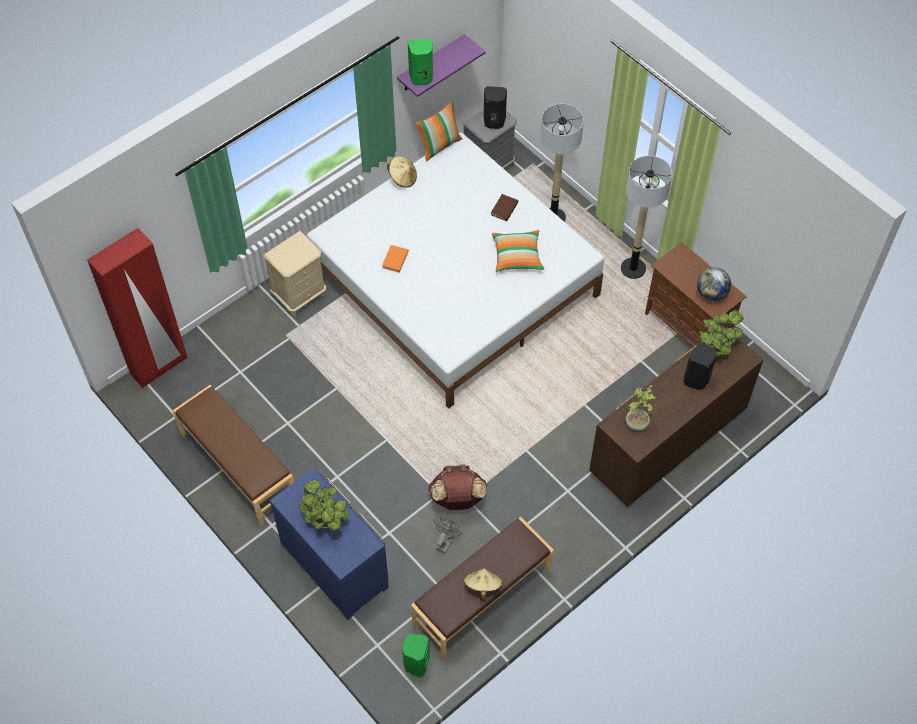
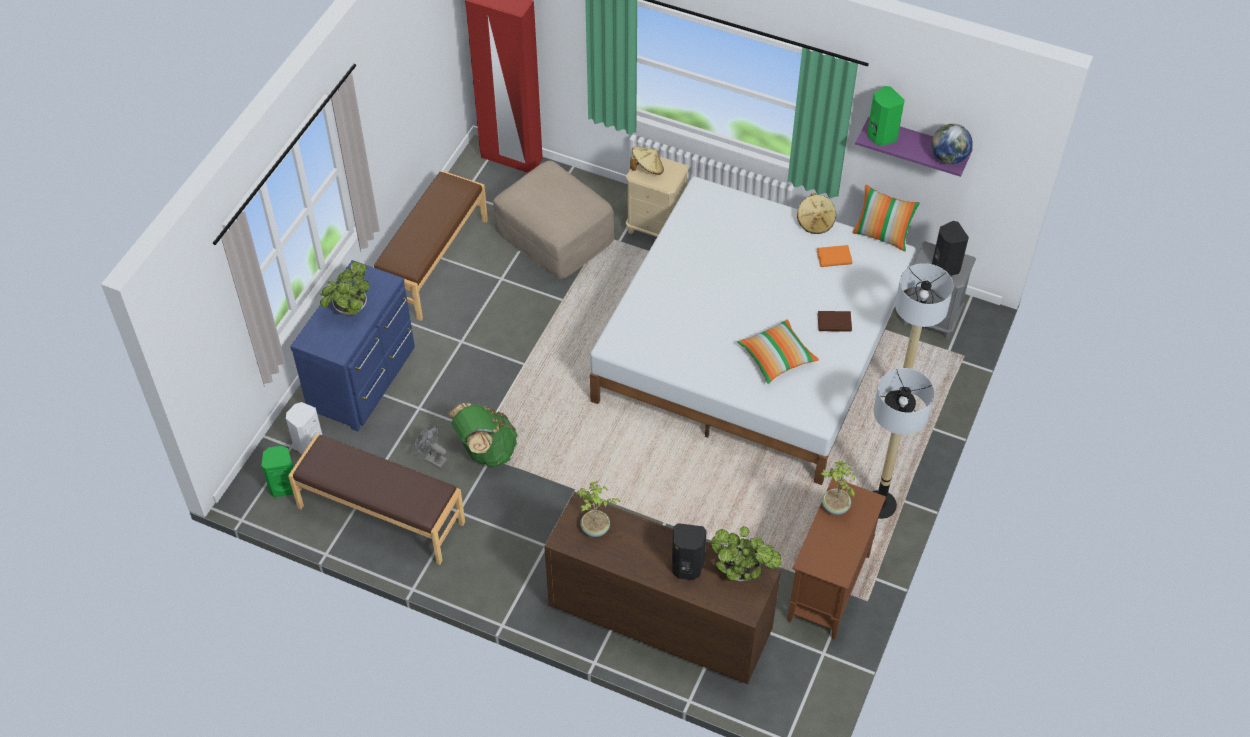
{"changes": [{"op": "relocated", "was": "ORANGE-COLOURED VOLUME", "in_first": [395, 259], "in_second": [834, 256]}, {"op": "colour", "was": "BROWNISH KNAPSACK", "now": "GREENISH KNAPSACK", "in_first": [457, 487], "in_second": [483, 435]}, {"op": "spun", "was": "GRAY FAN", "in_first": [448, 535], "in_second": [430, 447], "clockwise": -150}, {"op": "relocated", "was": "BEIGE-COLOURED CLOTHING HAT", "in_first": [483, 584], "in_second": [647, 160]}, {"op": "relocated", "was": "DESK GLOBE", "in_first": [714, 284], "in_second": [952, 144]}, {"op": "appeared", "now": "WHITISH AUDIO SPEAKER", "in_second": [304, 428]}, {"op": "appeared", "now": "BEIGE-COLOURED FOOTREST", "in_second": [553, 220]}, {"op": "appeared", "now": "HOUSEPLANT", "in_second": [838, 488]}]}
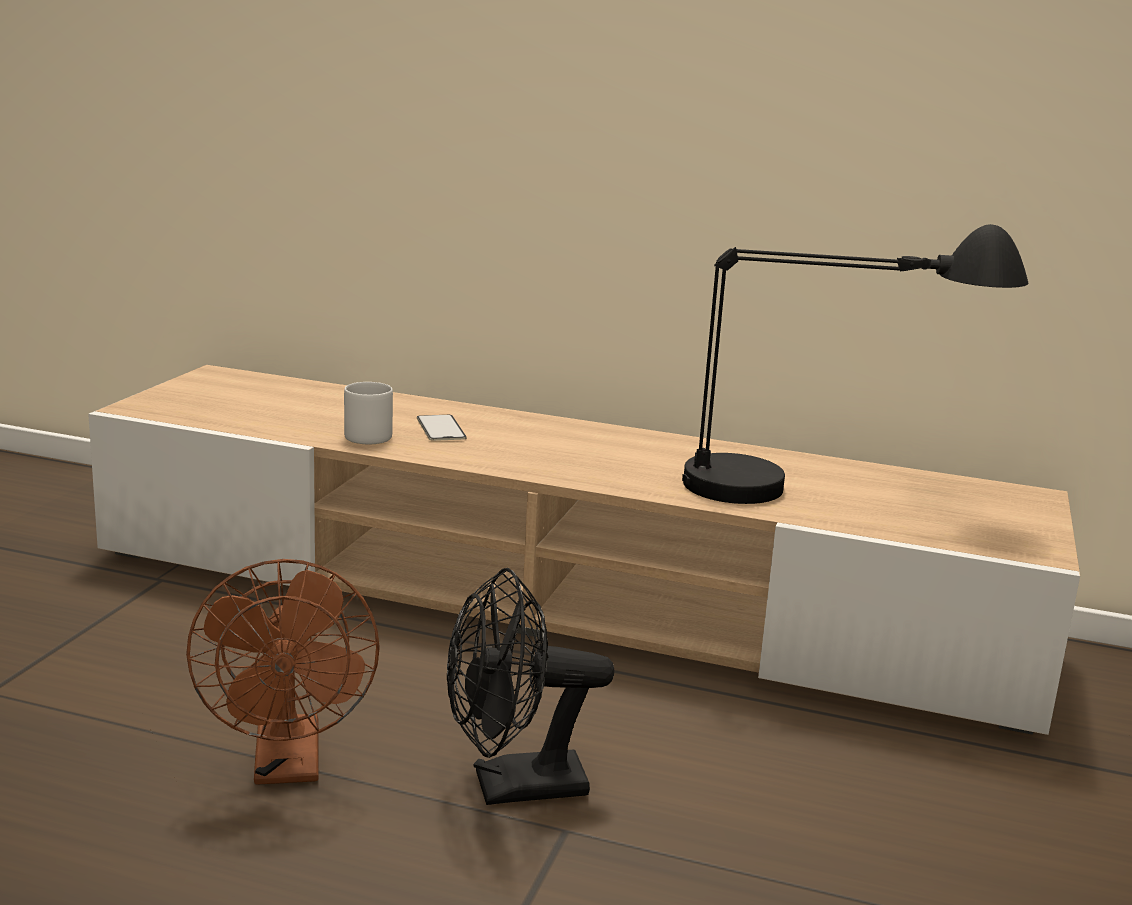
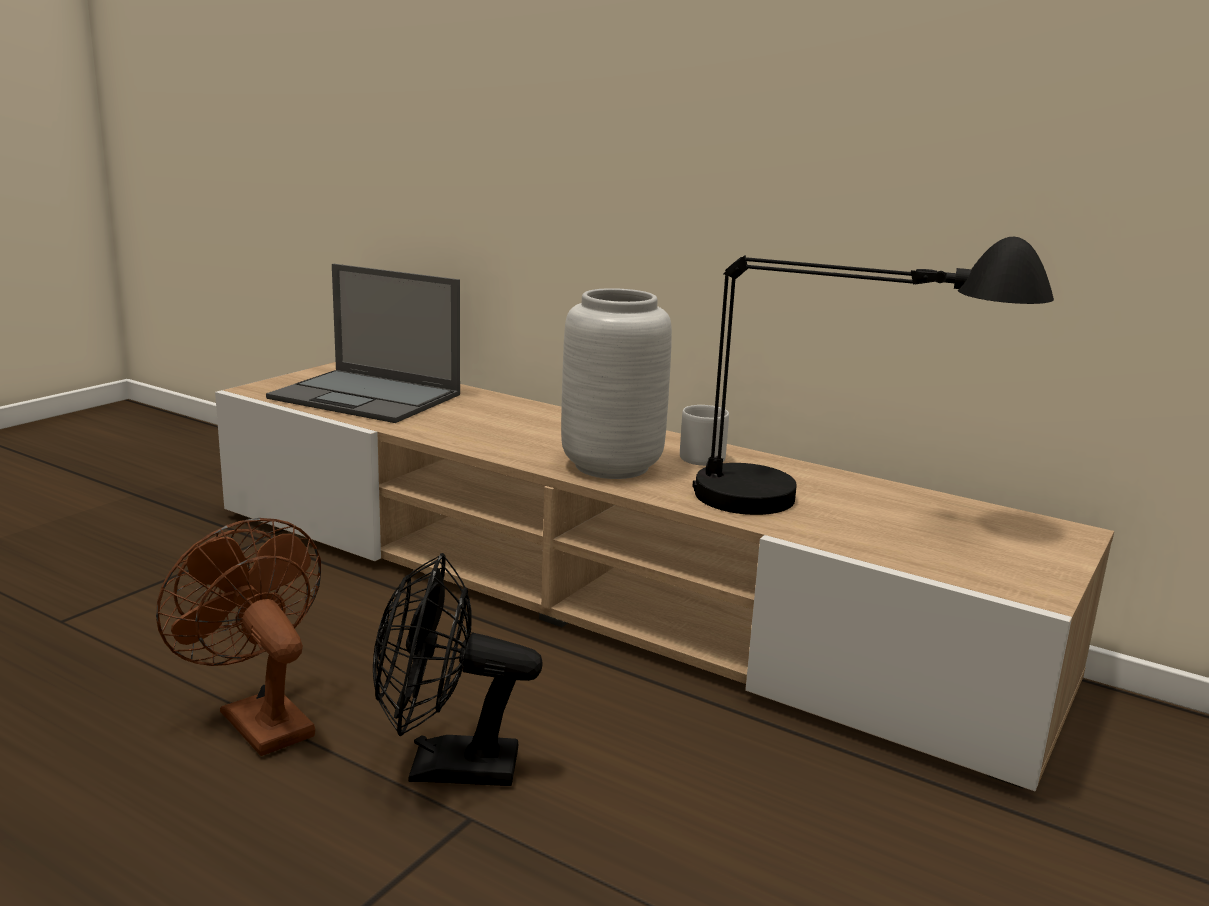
{"changes": [{"op": "spun", "was": "BROWNISH FAN", "in_first": [283, 671], "in_second": [238, 637], "clockwise": 135}, {"op": "relocated", "was": "GRAY TEA MUG", "in_first": [368, 413], "in_second": [704, 435]}, {"op": "missing", "was": "PHONE", "in_first": [441, 428]}, {"op": "appeared", "now": "NOTEBOOK COMPUTER", "in_second": [363, 343]}, {"op": "appeared", "now": "GRAY DECORATIVE VASE", "in_second": [616, 383]}]}
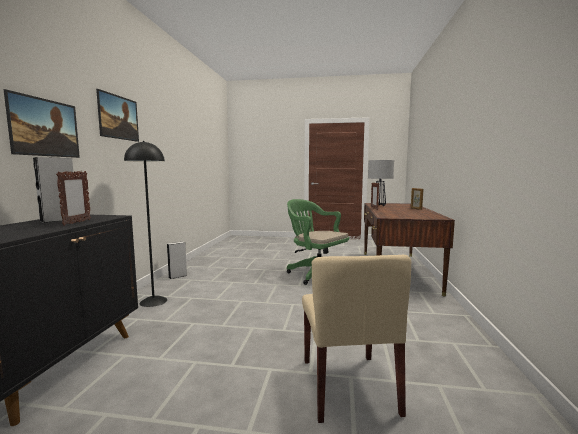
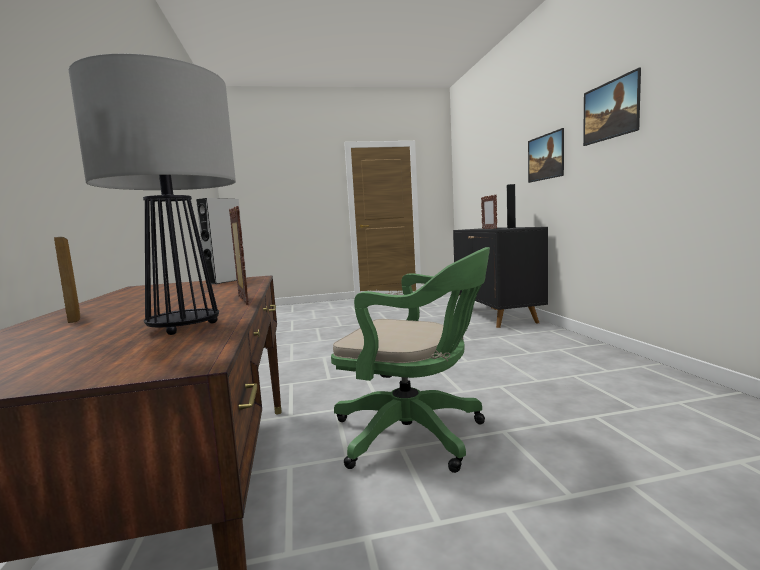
{"changes": [{"op": "missing", "was": "BLACK-COLOURED STANDARD LAMP", "in_first": [145, 224]}, {"op": "relocated", "was": "GRAY AUDIO SPEAKER", "in_first": [177, 260], "in_second": [222, 241]}, {"op": "missing", "was": "BEIGE-COLOURED PLAIN CHAIR", "in_first": [356, 339]}]}
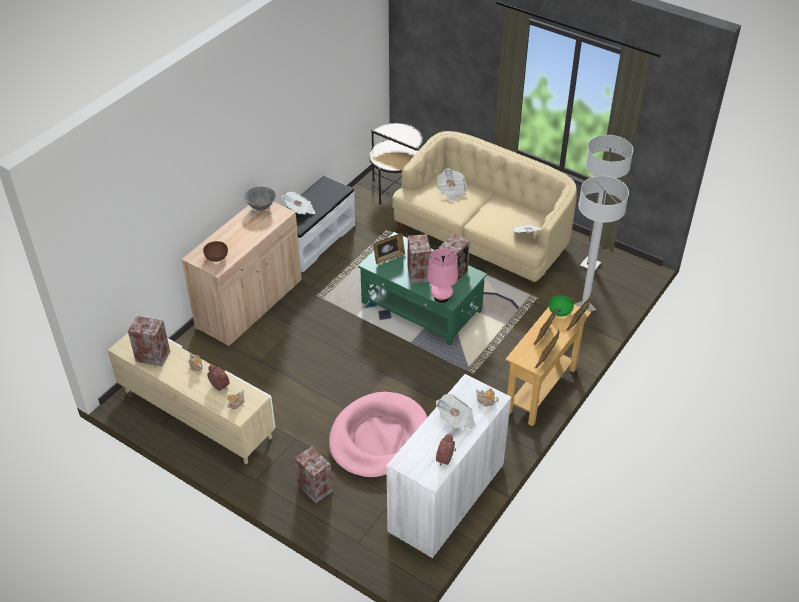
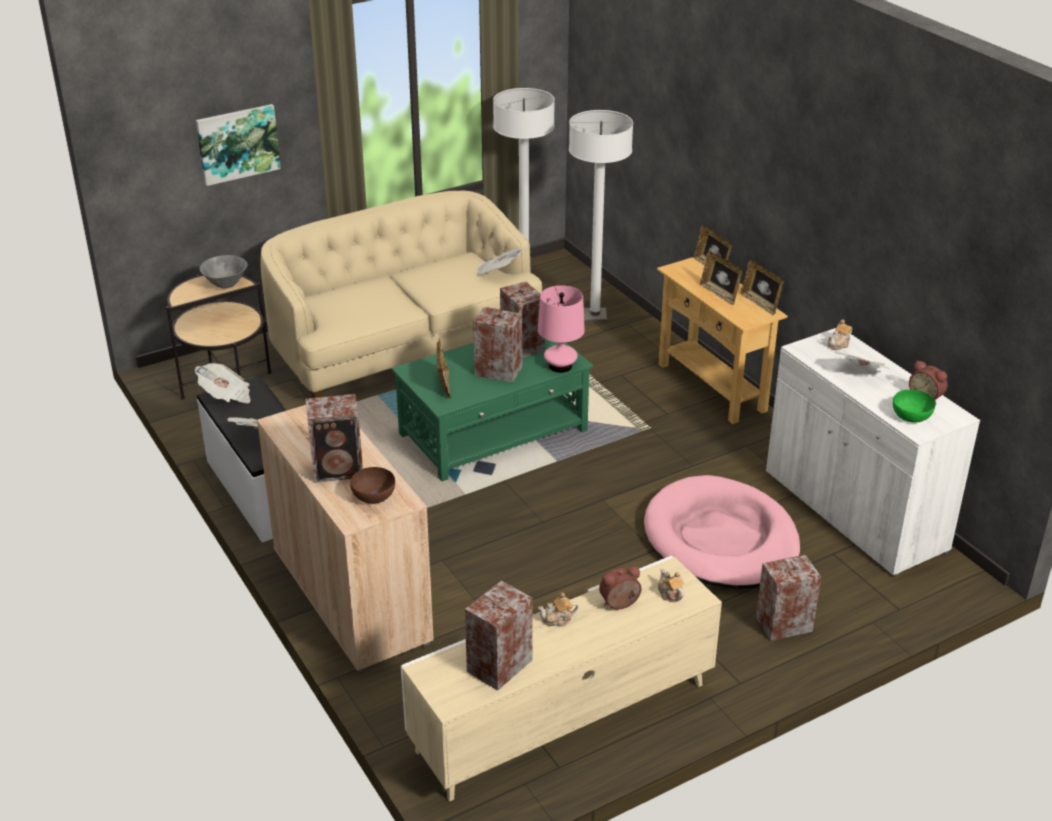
{"changes": [{"op": "relocated", "was": "GRAY DEEP DISH", "in_first": [260, 198], "in_second": [223, 272]}, {"op": "relocated", "was": "PRINTED PAPER", "in_first": [451, 185], "in_second": [222, 383]}, {"op": "relocated", "was": "GREENISH DEEP DISH", "in_first": [561, 306], "in_second": [914, 406]}, {"op": "appeared", "now": "WALL PICTURE", "in_second": [238, 145]}, {"op": "appeared", "now": "AUDIO SPEAKER", "in_second": [334, 438]}]}
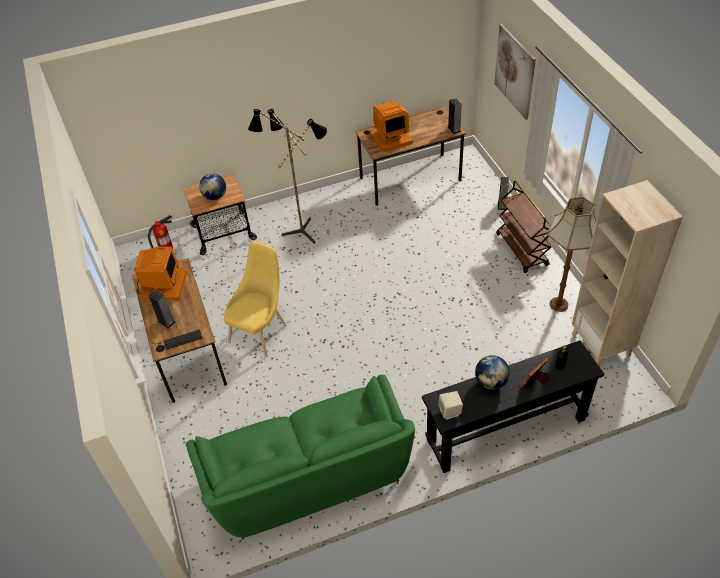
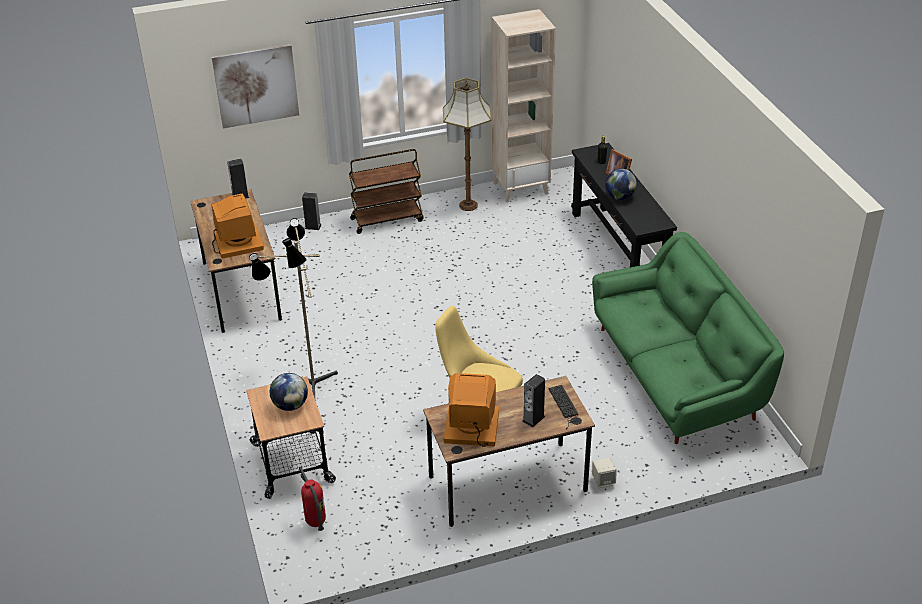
{"changes": [{"op": "relocated", "was": "BEIGE-COLOURED AUDIO SPEAKER", "in_first": [450, 405], "in_second": [604, 472]}]}
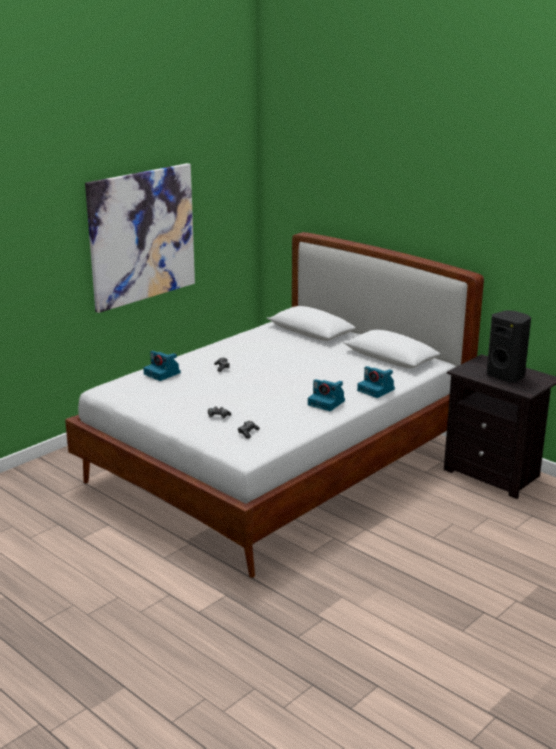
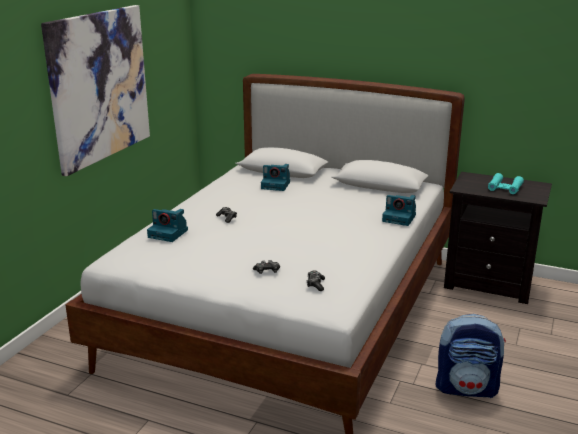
{"changes": [{"op": "relocated", "was": "STILL CAMERA", "in_first": [326, 395], "in_second": [275, 177]}, {"op": "exchanged", "was": "BLACK-COLOURED AUDIO SPEAKER", "now": "BLUE-GREEN FIELD GLASSES", "in_first": [509, 346], "in_second": [506, 183]}, {"op": "appeared", "now": "KNAPSACK", "in_second": [471, 356]}]}
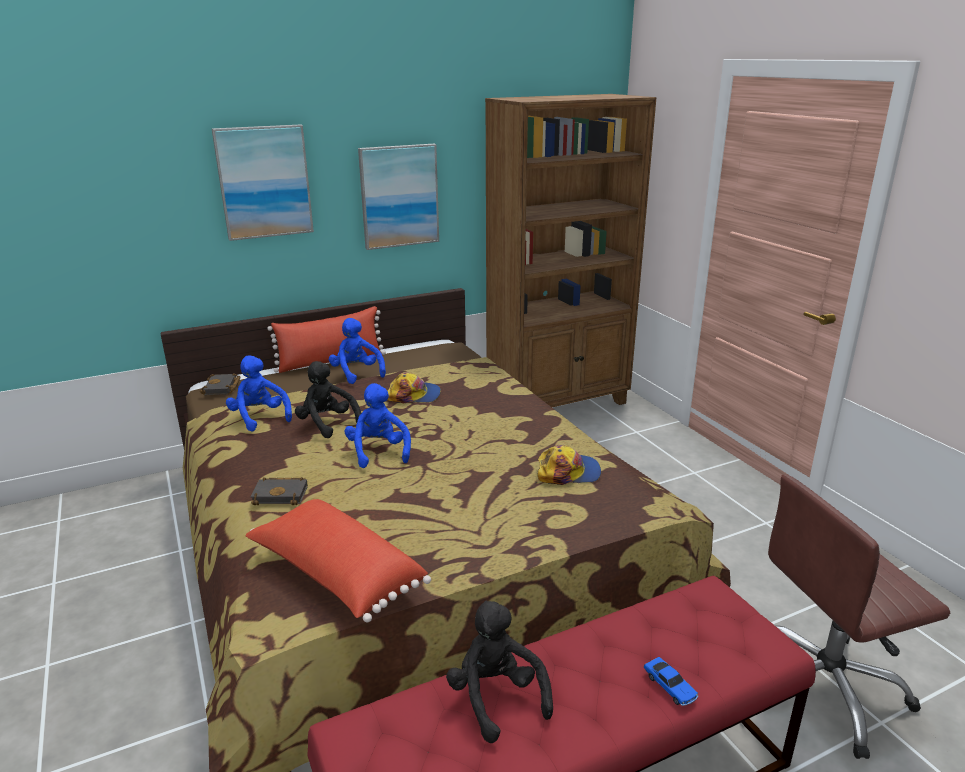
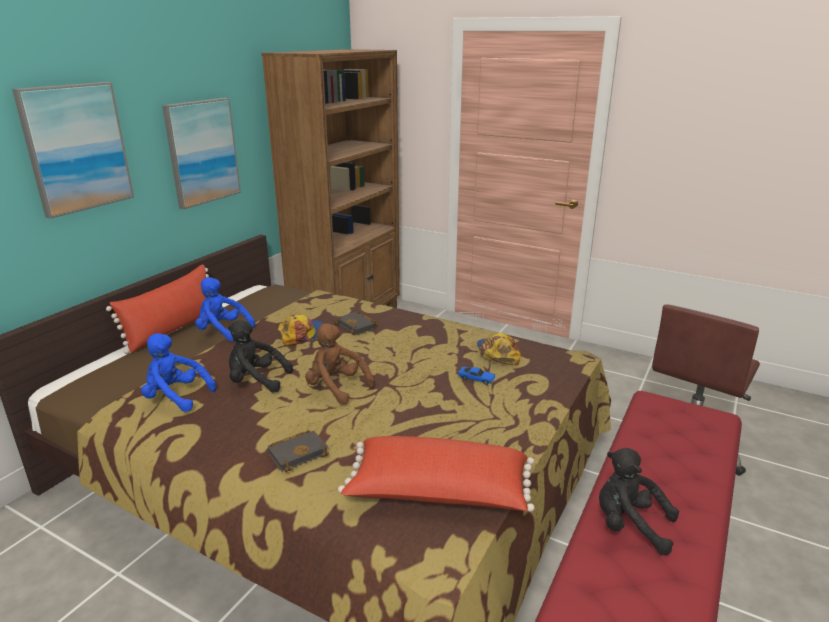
{"changes": [{"op": "relocated", "was": "BLACK-COLOURED VOLUME", "in_first": [220, 384], "in_second": [356, 323]}, {"op": "colour", "was": "BLUE-COLOURED CUDDLY TOY", "now": "BROWNISH CUDDLY TOY", "in_first": [378, 425], "in_second": [340, 364]}, {"op": "spun", "was": "CAP", "in_first": [569, 465], "in_second": [499, 349], "clockwise": -60}, {"op": "relocated", "was": "MODEL CAR", "in_first": [671, 681], "in_second": [476, 376]}]}
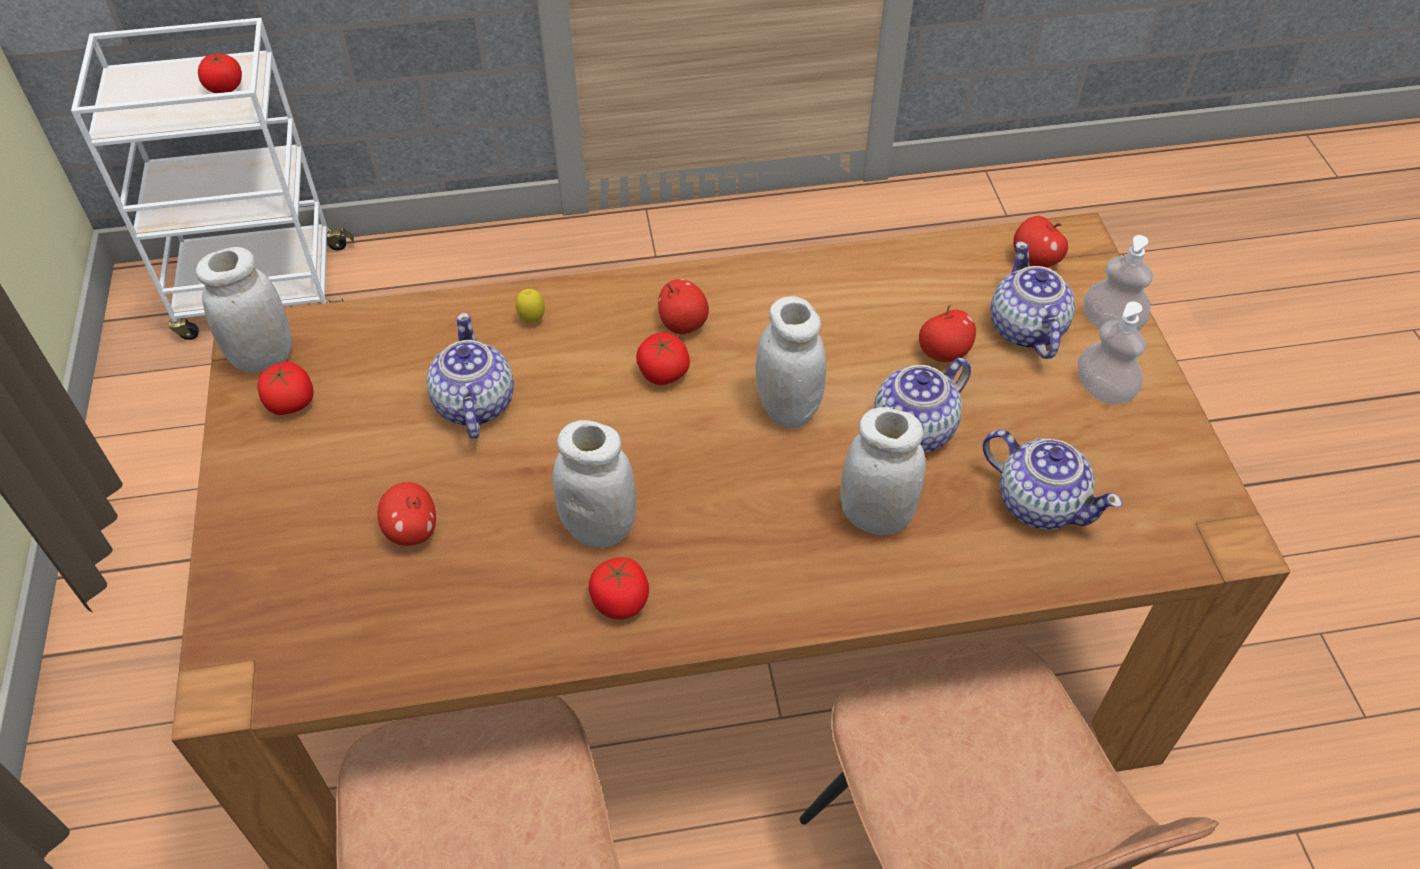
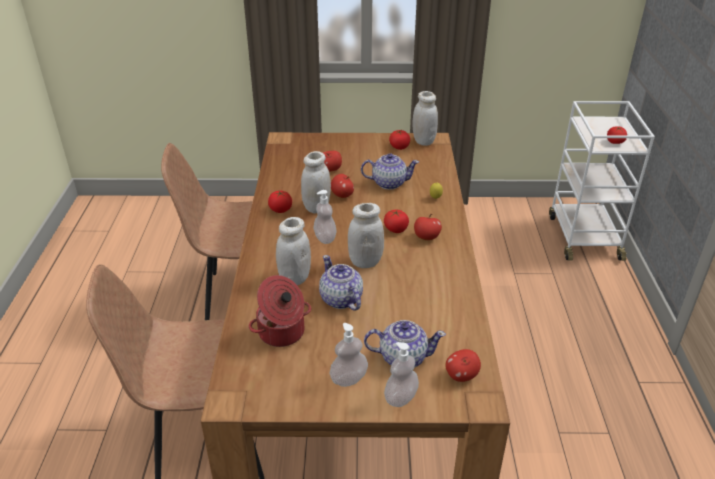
{"changes": [{"op": "relocated", "was": "APPLE FRUIT", "in_first": [947, 333], "in_second": [342, 186]}, {"op": "exchanged", "was": "TEA POT", "now": "COOKING POT", "in_first": [1052, 480], "in_second": [280, 311]}, {"op": "appeared", "now": "LIQUID SOAP BOTTLE", "in_second": [325, 217]}]}
